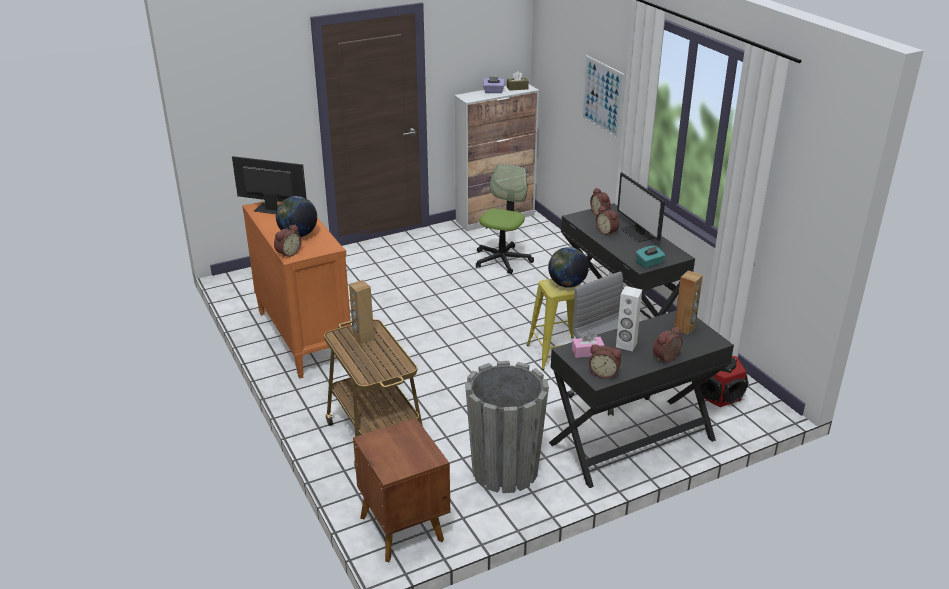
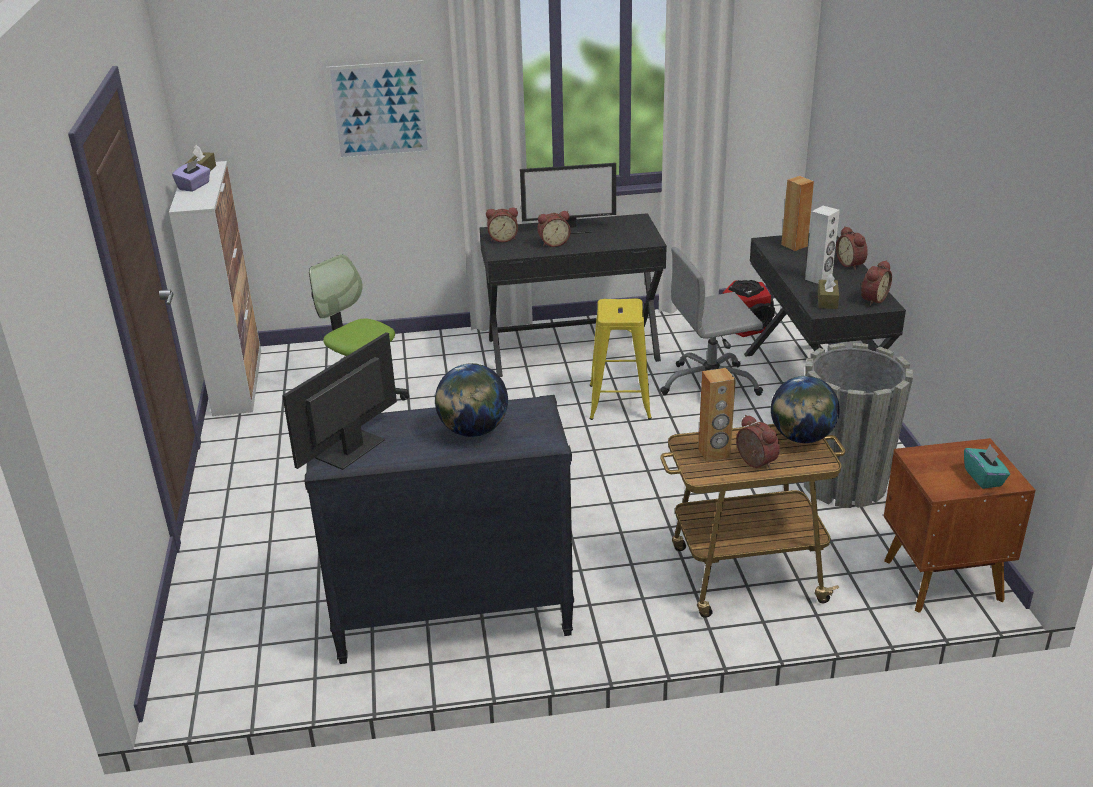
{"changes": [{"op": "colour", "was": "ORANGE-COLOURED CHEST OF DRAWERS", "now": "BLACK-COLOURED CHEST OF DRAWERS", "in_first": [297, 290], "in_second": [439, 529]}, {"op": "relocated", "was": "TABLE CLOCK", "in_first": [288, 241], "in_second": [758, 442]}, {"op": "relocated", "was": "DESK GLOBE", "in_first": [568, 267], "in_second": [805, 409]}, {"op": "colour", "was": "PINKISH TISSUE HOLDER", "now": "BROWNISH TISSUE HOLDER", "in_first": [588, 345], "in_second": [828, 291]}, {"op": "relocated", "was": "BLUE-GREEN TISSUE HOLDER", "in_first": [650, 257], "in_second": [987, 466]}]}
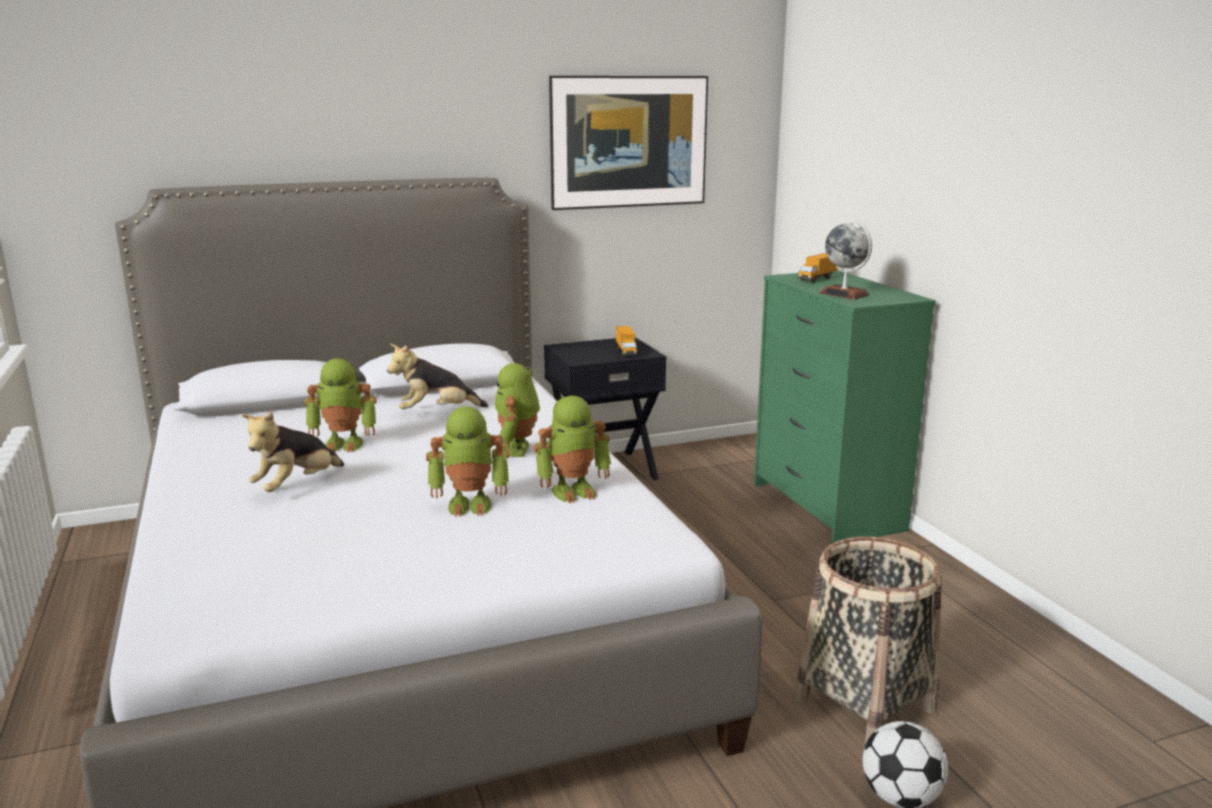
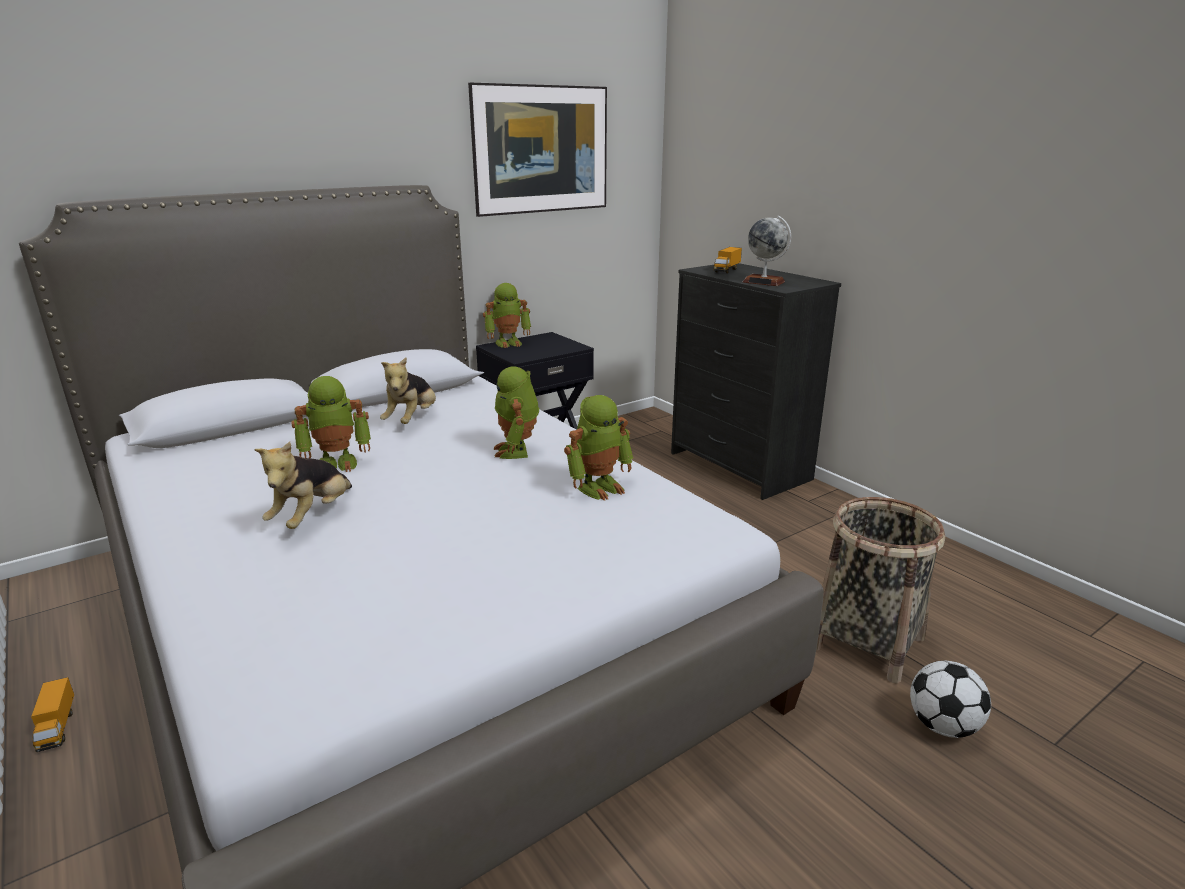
{"changes": [{"op": "spun", "was": "CUDDLY TOY", "in_first": [437, 376], "in_second": [408, 390], "clockwise": -45}, {"op": "relocated", "was": "TOY ROBOT", "in_first": [467, 461], "in_second": [507, 315]}, {"op": "relocated", "was": "MODEL TRUCK", "in_first": [626, 341], "in_second": [52, 714]}, {"op": "colour", "was": "GREENISH CHEST OF DRAWERS", "now": "BLACK-COLOURED CHEST OF DRAWERS", "in_first": [845, 407], "in_second": [756, 381]}]}
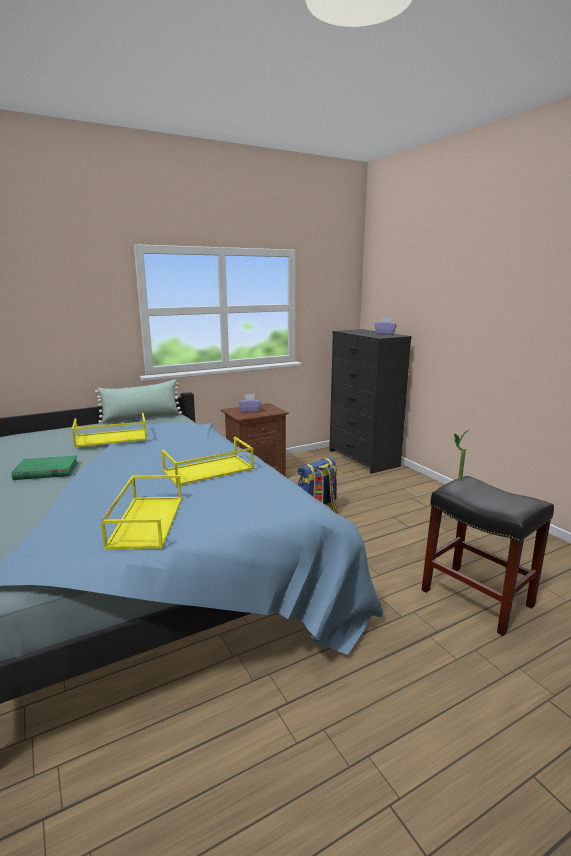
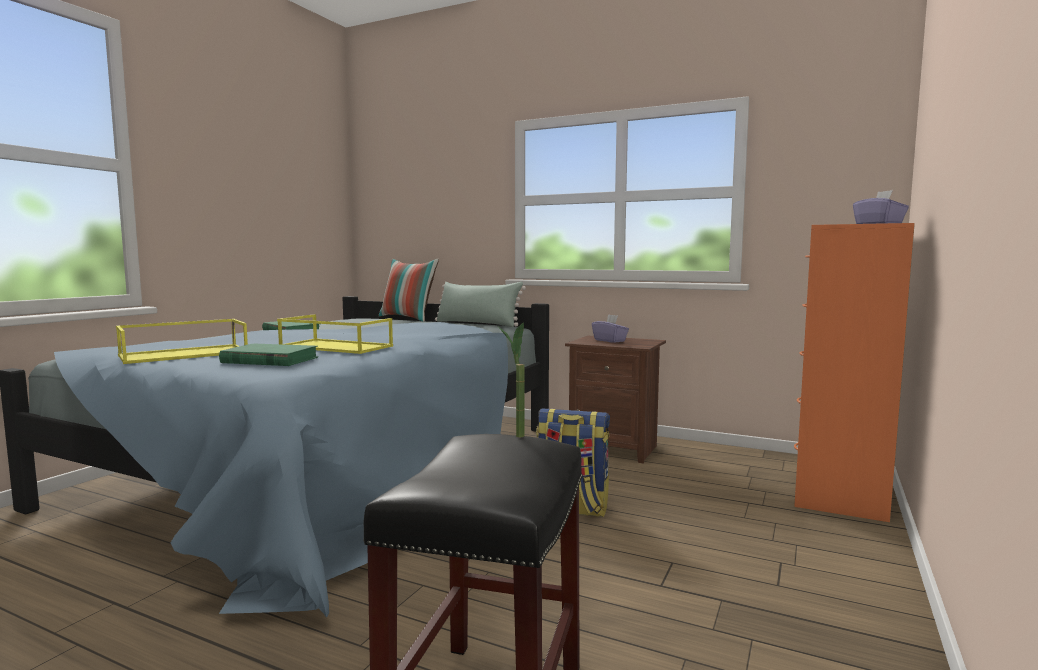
{"changes": [{"op": "missing", "was": "YELLOW TRAY", "in_first": [109, 430]}, {"op": "colour", "was": "BLACK-COLOURED CHEST OF DRAWERS", "now": "ORANGE-COLOURED CHEST OF DRAWERS", "in_first": [370, 401], "in_second": [854, 372]}, {"op": "appeared", "now": "GREENISH VOLUME", "in_second": [268, 355]}, {"op": "appeared", "now": "CUSHION", "in_second": [408, 290]}]}
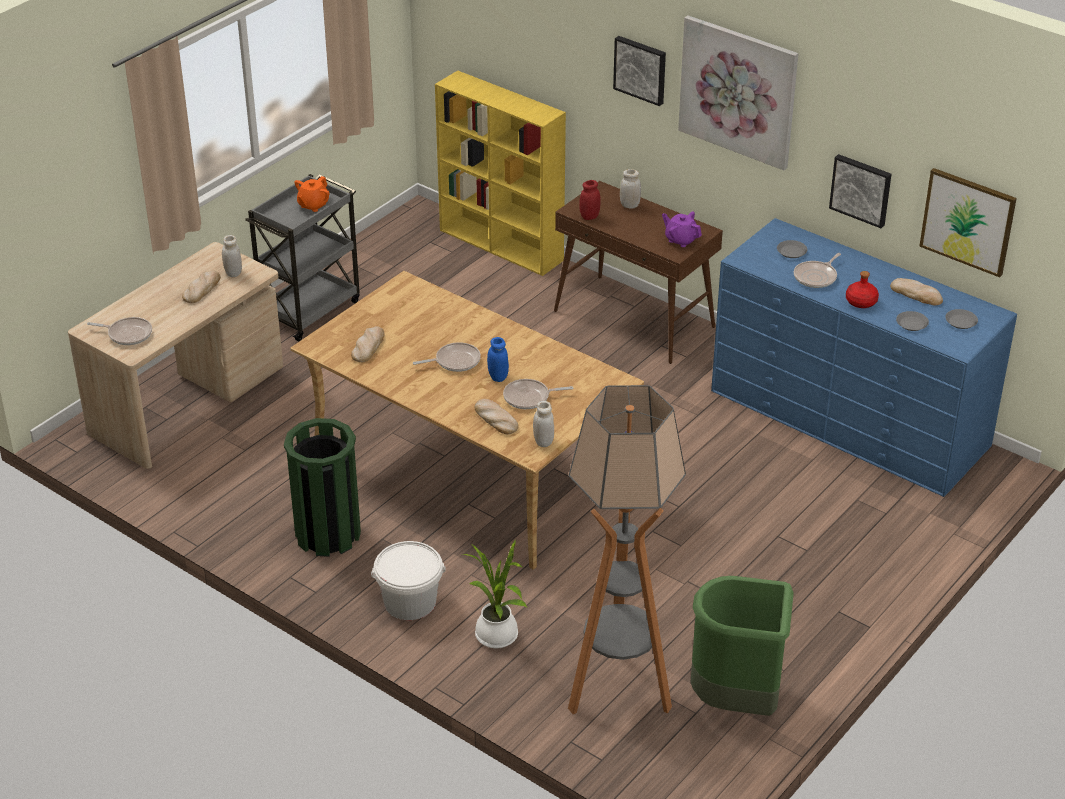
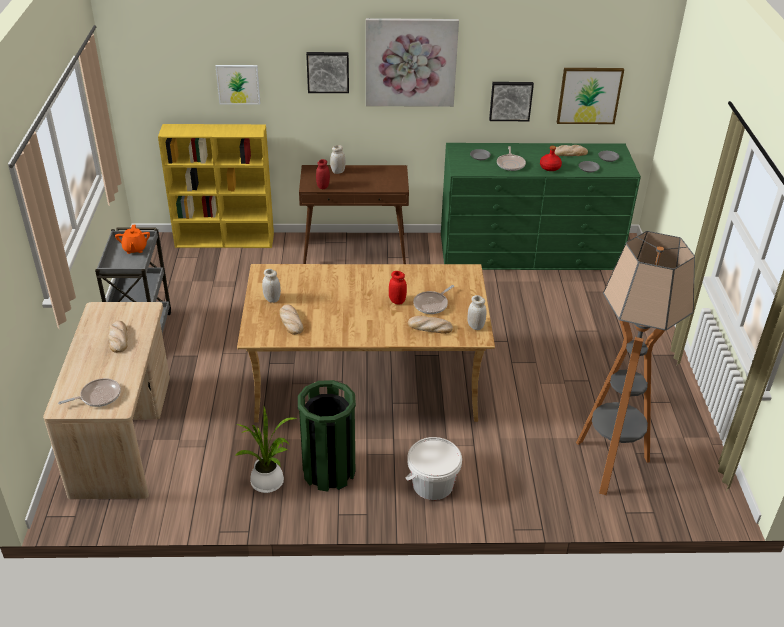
{"changes": [{"op": "relocated", "was": "WHITISH STORAGE JAR", "in_first": [232, 256], "in_second": [271, 286]}, {"op": "missing", "was": "SKILLET", "in_first": [447, 357]}, {"op": "relocated", "was": "HOUSEPLANT", "in_first": [494, 594], "in_second": [266, 449]}, {"op": "colour", "was": "BLUE-COLOURED STORAGE JAR", "now": "REDDISH STORAGE JAR", "in_first": [498, 359], "in_second": [398, 288]}, {"op": "missing", "was": "PURPLE TEA POT", "in_first": [682, 229]}, {"op": "missing", "was": "GREENISH WASTE BIN", "in_first": [742, 646]}, {"op": "colour", "was": "BLUE-COLOURED CHEST OF DRAWERS", "now": "GREENISH CHEST OF DRAWERS", "in_first": [864, 357], "in_second": [541, 206]}, {"op": "appeared", "now": "WALL PICTURE", "in_second": [238, 85]}]}
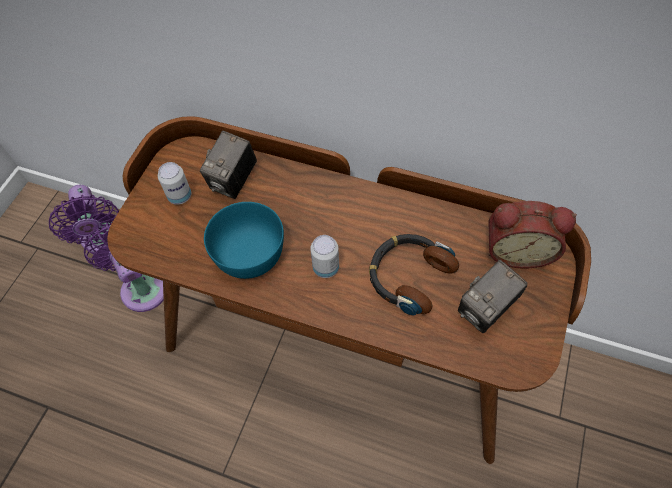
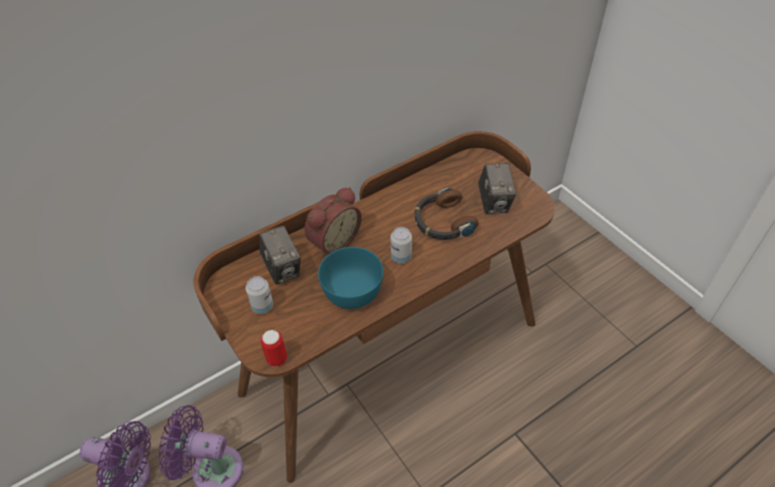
{"changes": [{"op": "relocated", "was": "TABLE CLOCK", "in_first": [533, 234], "in_second": [333, 222]}, {"op": "appeared", "now": "SEALED CAN", "in_second": [274, 348]}]}
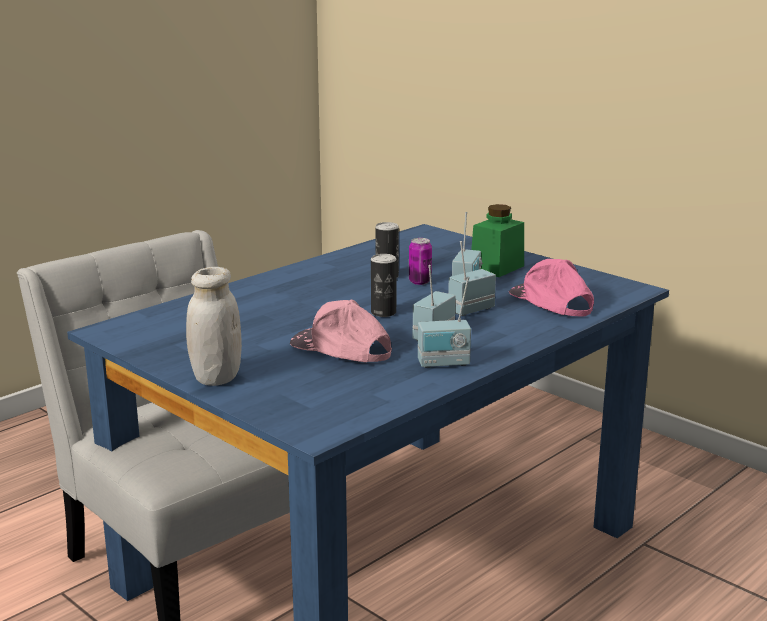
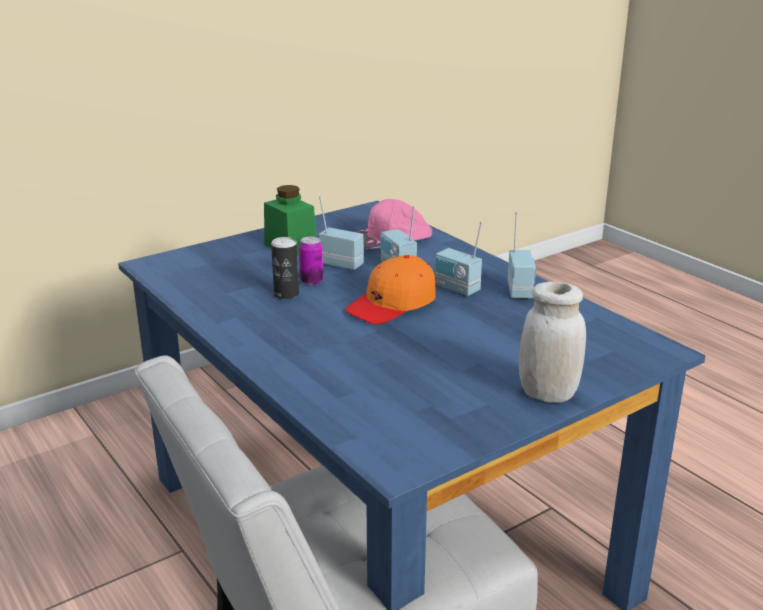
{"changes": [{"op": "missing", "was": "PINKISH CAP", "in_first": [341, 331]}, {"op": "exchanged", "was": "SEALED CAN", "now": "ORANGE-COLOURED CAP", "in_first": [384, 285], "in_second": [390, 290]}]}
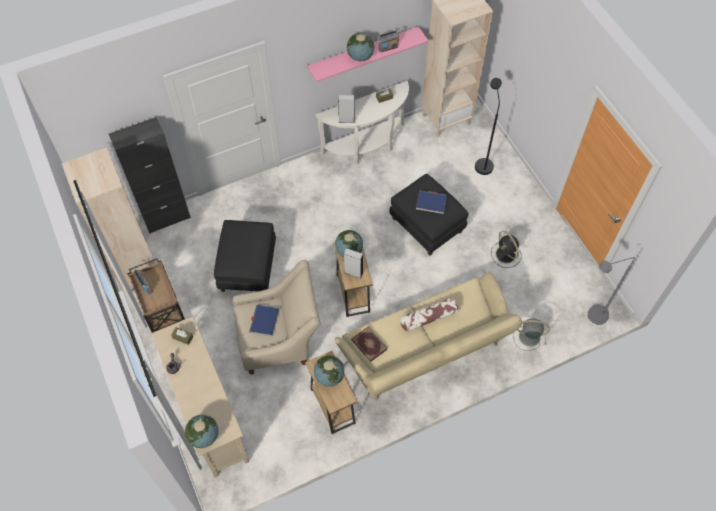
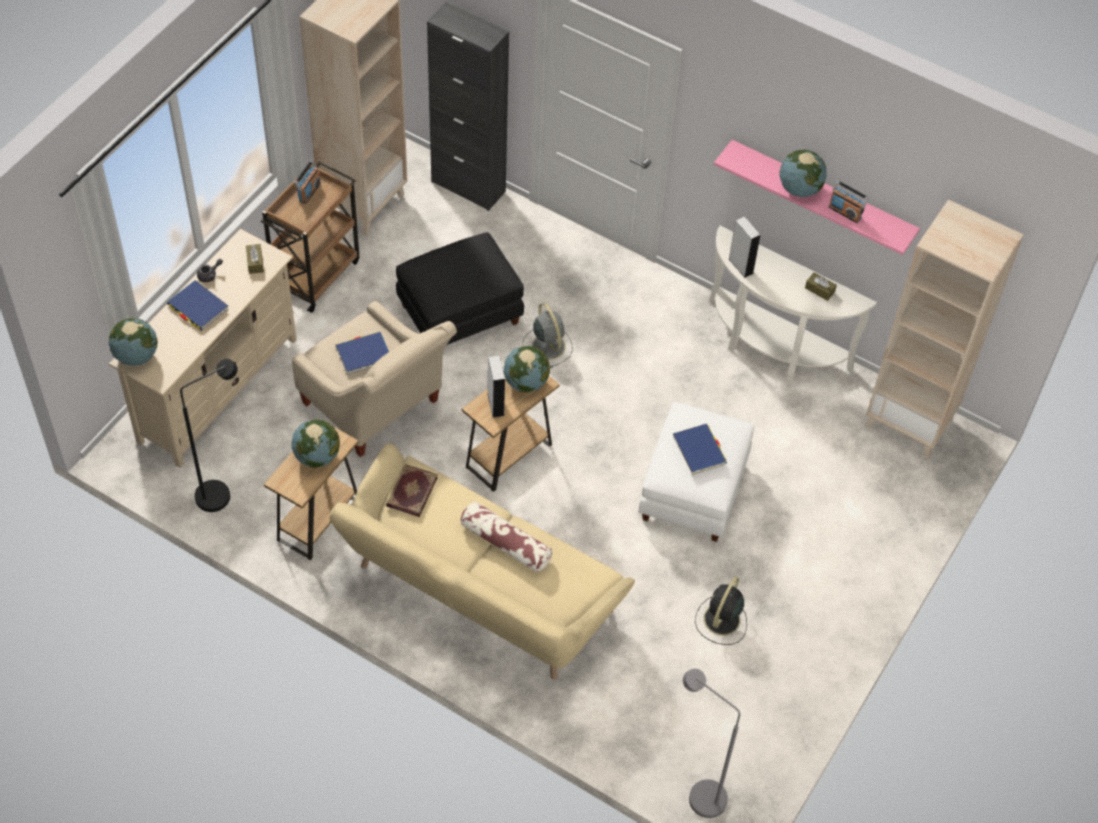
{"changes": [{"op": "colour", "was": "BLACK-COLOURED FOOTREST", "now": "WHITISH FOOTREST", "in_first": [429, 215], "in_second": [696, 472]}, {"op": "relocated", "was": "BLACK-COLOURED STANDARD LAMP", "in_first": [488, 126], "in_second": [209, 435]}, {"op": "relocated", "was": "GRAY FAN", "in_first": [531, 335], "in_second": [547, 335]}, {"op": "appeared", "now": "BLUE-COLOURED VOLUME", "in_second": [198, 305]}]}
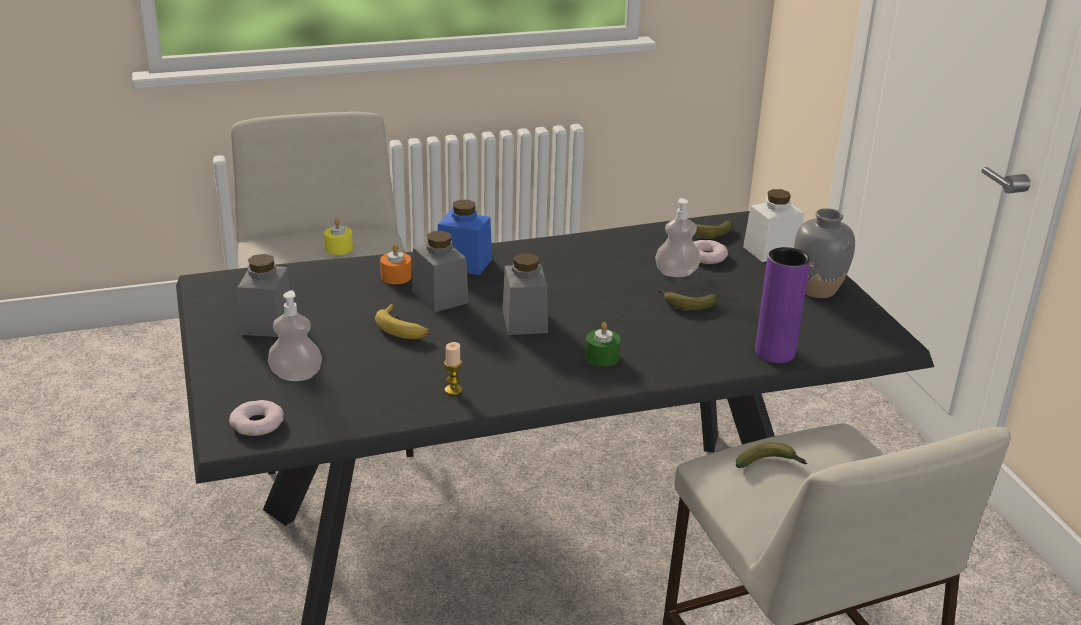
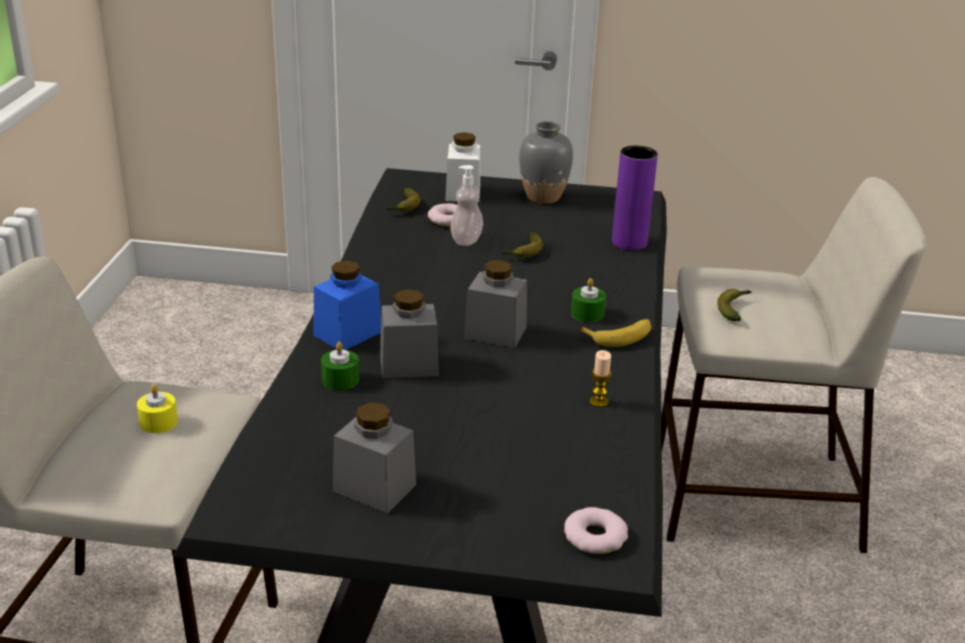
{"changes": [{"op": "missing", "was": "LIQUID SOAP BOTTLE", "in_first": [295, 336]}, {"op": "relocated", "was": "BANANA", "in_first": [402, 321], "in_second": [615, 333]}, {"op": "colour", "was": "ORANGE-COLOURED WAX CANDLE", "now": "GREENISH WAX CANDLE", "in_first": [396, 264], "in_second": [340, 366]}]}
